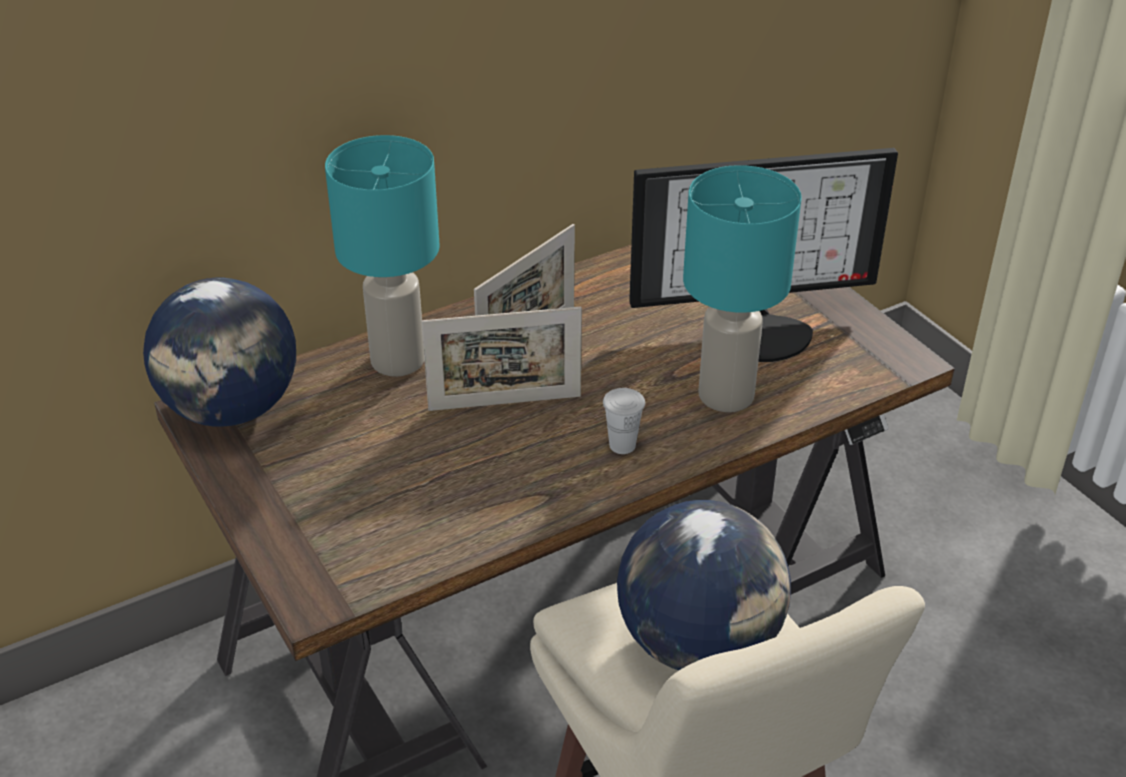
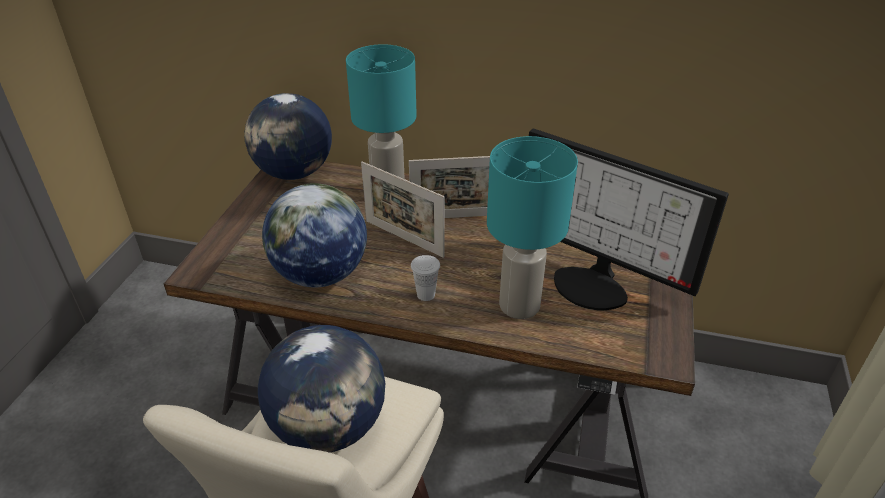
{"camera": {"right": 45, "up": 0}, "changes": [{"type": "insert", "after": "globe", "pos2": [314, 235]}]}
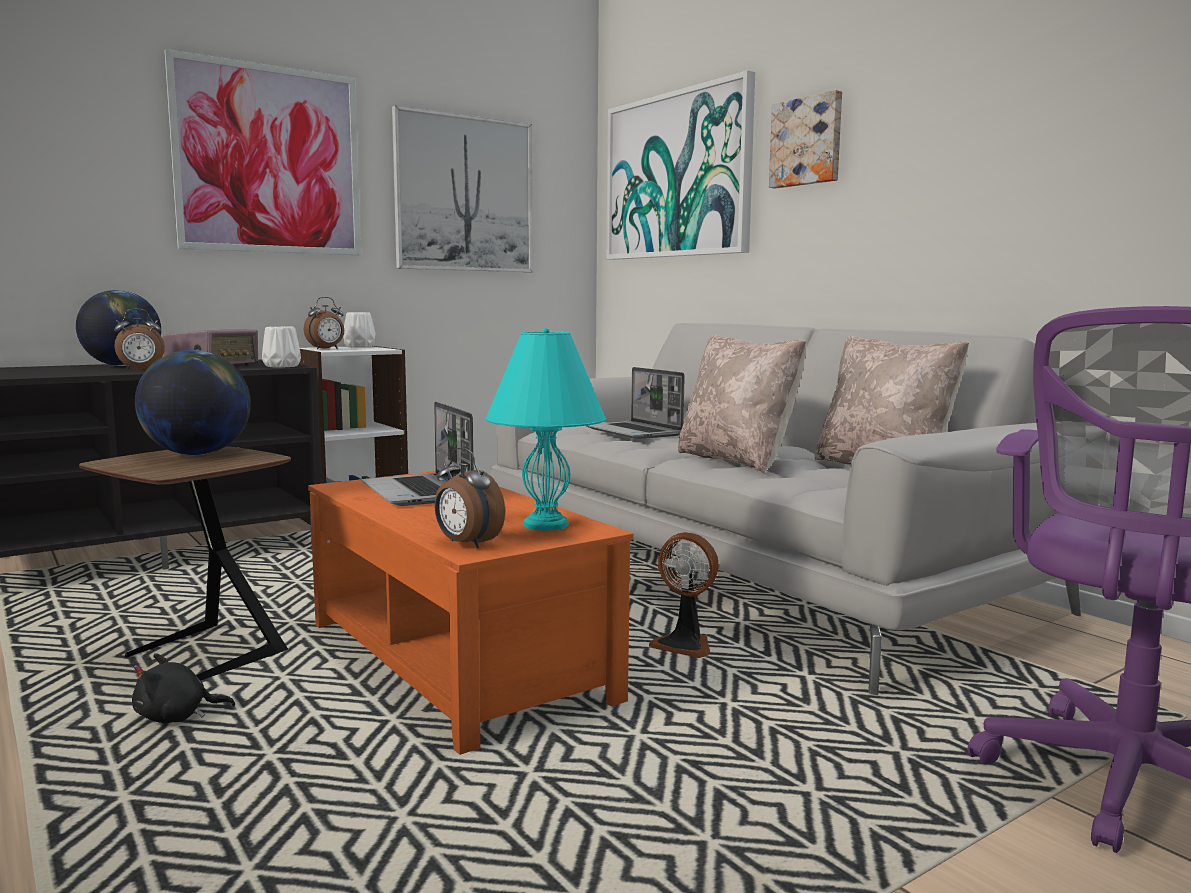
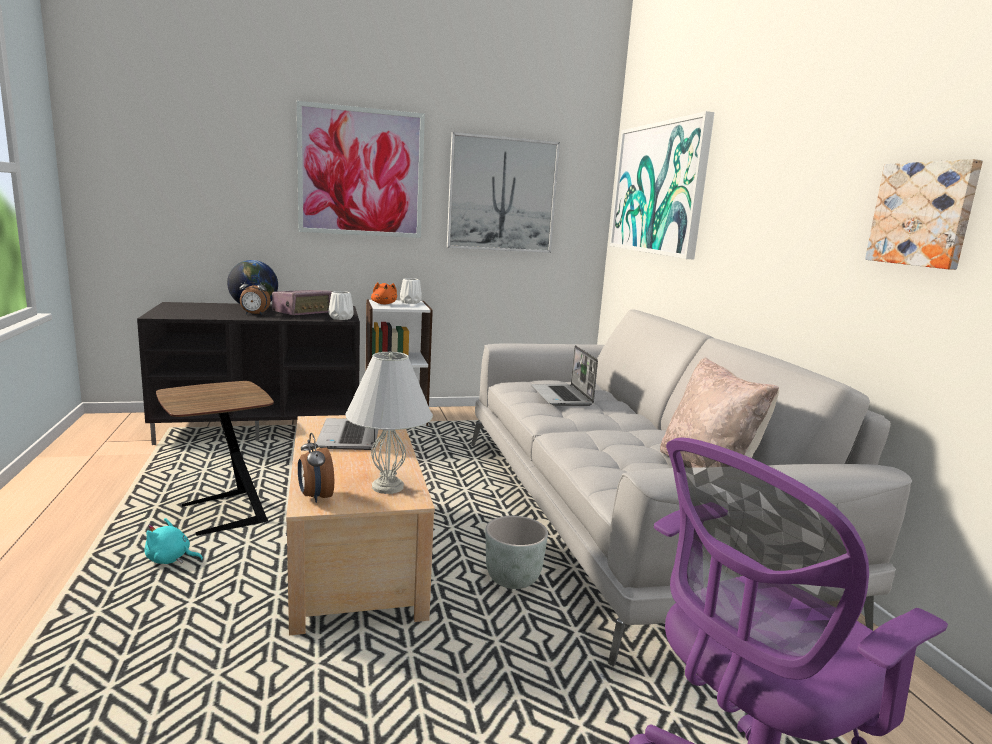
{"camera": {"right": 20, "up": 5}, "changes": [{"type": "delete", "before": "globe", "pos1": [193, 402]}, {"type": "delete", "before": "beige pillow", "pos1": [742, 403]}, {"type": "move", "before": "picture", "pos1": [805, 139], "pos2": [924, 214]}, {"type": "replace", "before": "alarm clock", "after": "orange plush toy", "pos1": [324, 323], "pos2": [384, 293]}, {"type": "replace", "before": "fan", "after": "grey planter", "pos1": [684, 595], "pos2": [517, 552]}, {"type": "recolor", "before": "black plush toy", "after": "turquoise plush toy", "pos1": [183, 688], "pos2": [173, 541]}, {"type": "recolor", "before": "orange coffee table", "after": "beige coffee table", "pos1": [471, 613], "pos2": [360, 525]}, {"type": "recolor", "before": "turquoise table lamp", "after": "white table lamp", "pos1": [546, 429], "pos2": [389, 423]}]}
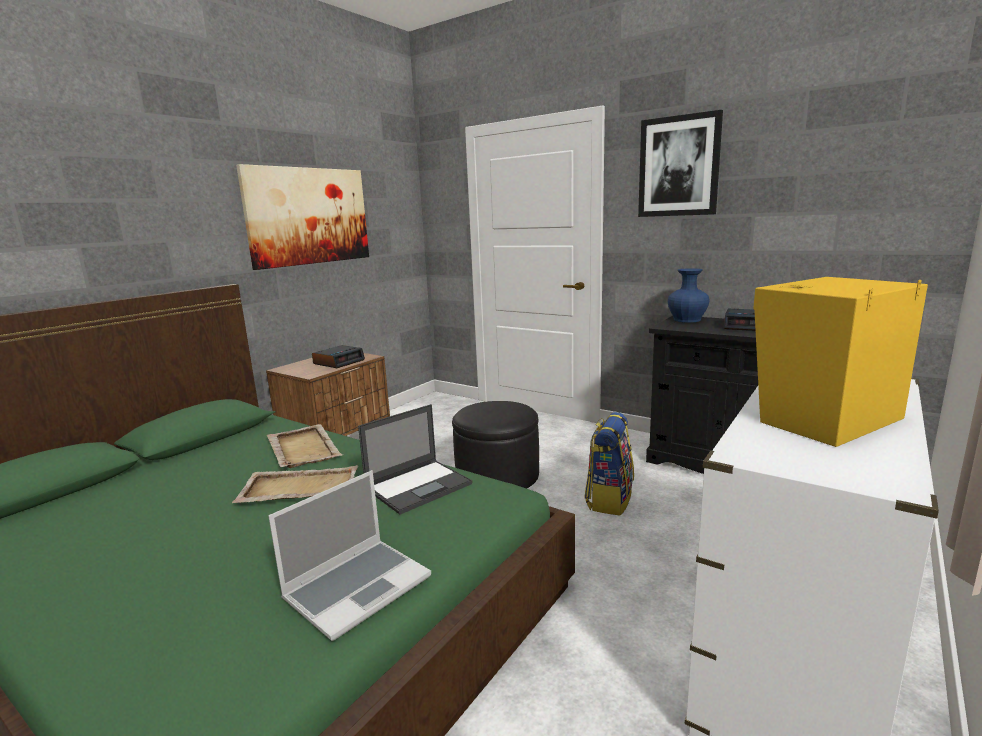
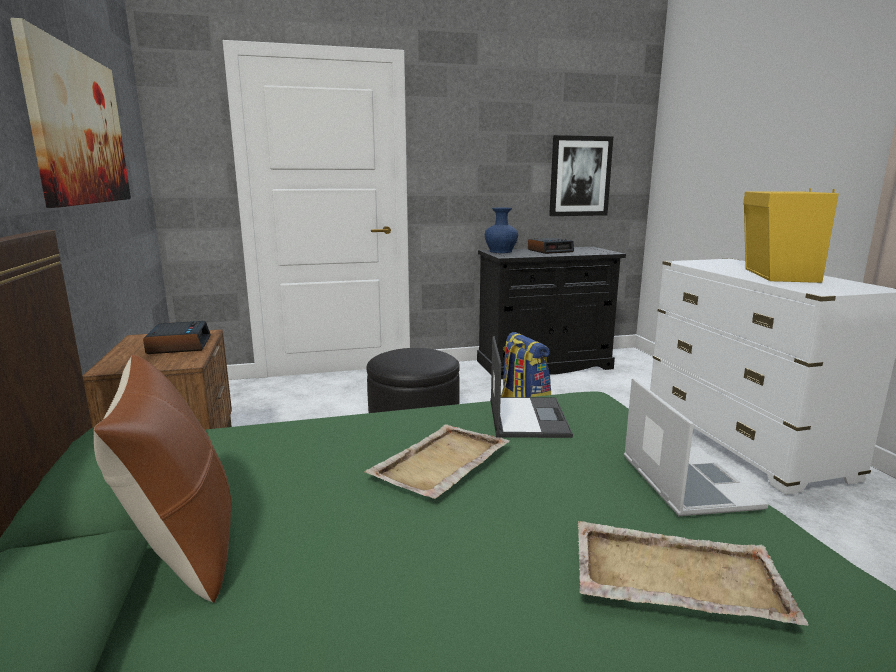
{"camera": {"right": -50, "up": 0}, "changes": [{"type": "insert", "after": "brown pillow", "pos2": [163, 479]}, {"type": "move", "before": "beige tray", "pos1": [305, 446], "pos2": [693, 573]}, {"type": "move", "before": "picture", "pos1": [680, 163], "pos2": [581, 175]}]}
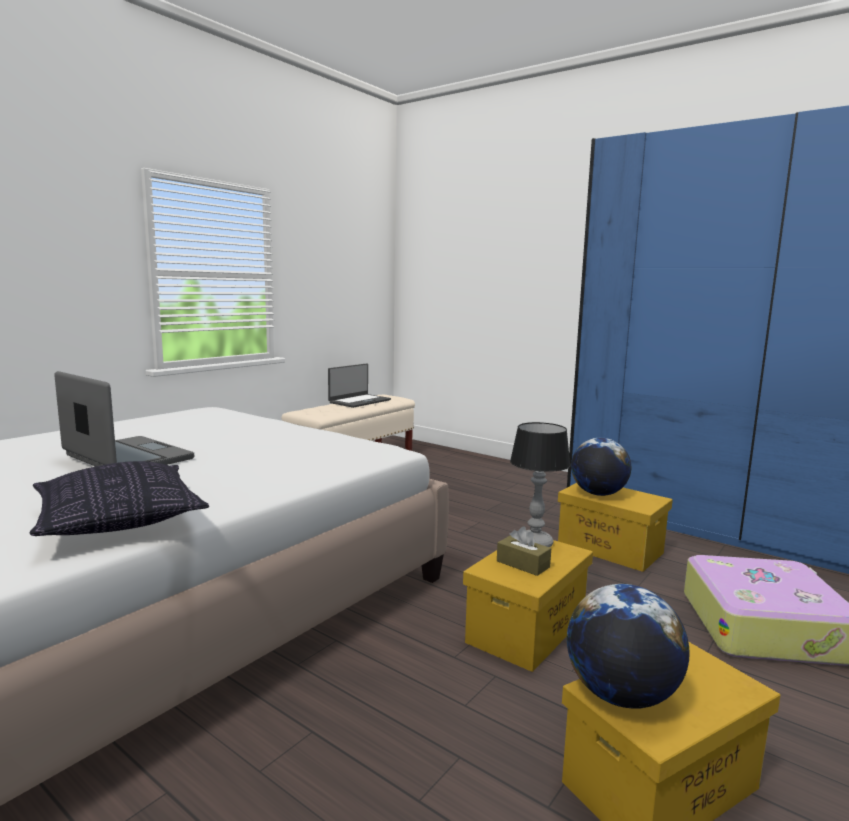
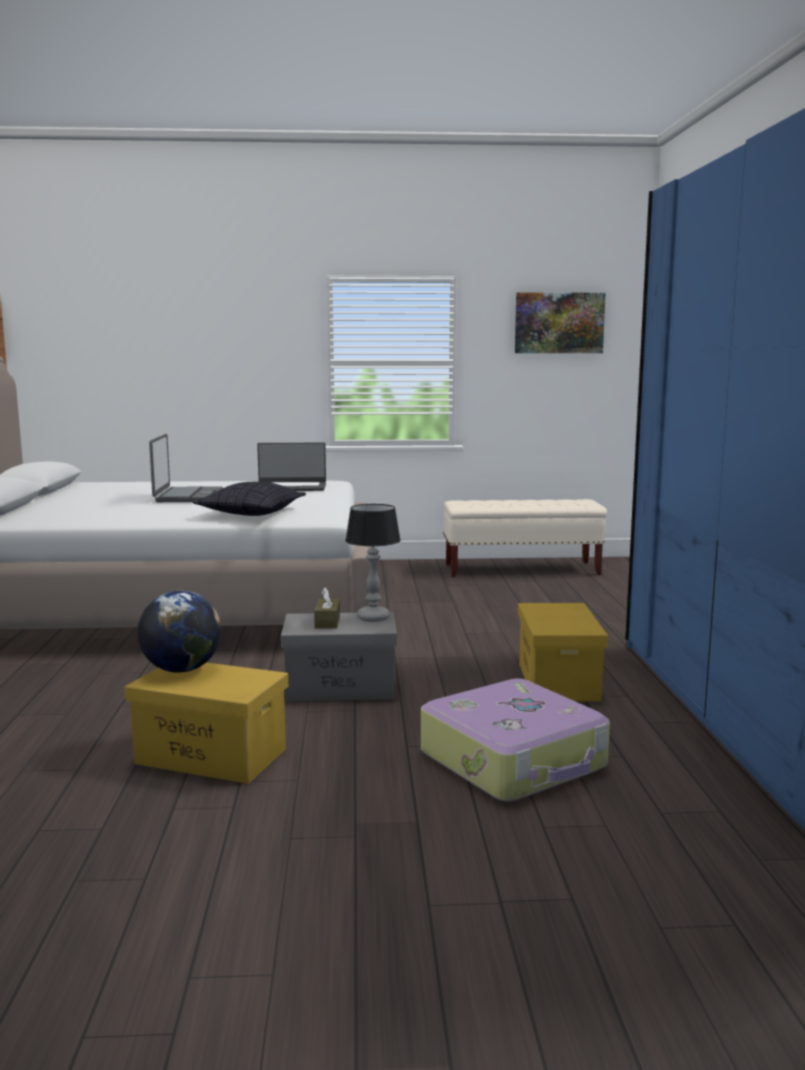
{"camera": {"right": 50, "up": 0}, "changes": [{"type": "delete", "before": "globe", "pos1": [601, 467]}, {"type": "insert", "after": "picture", "pos2": [560, 322]}, {"type": "move", "before": "pillow", "pos1": [119, 498], "pos2": [249, 498]}, {"type": "move", "before": "laptop", "pos1": [359, 385], "pos2": [291, 467]}, {"type": "recolor", "before": "yellow storage box", "after": "grey storage box", "pos1": [528, 606], "pos2": [339, 656]}]}
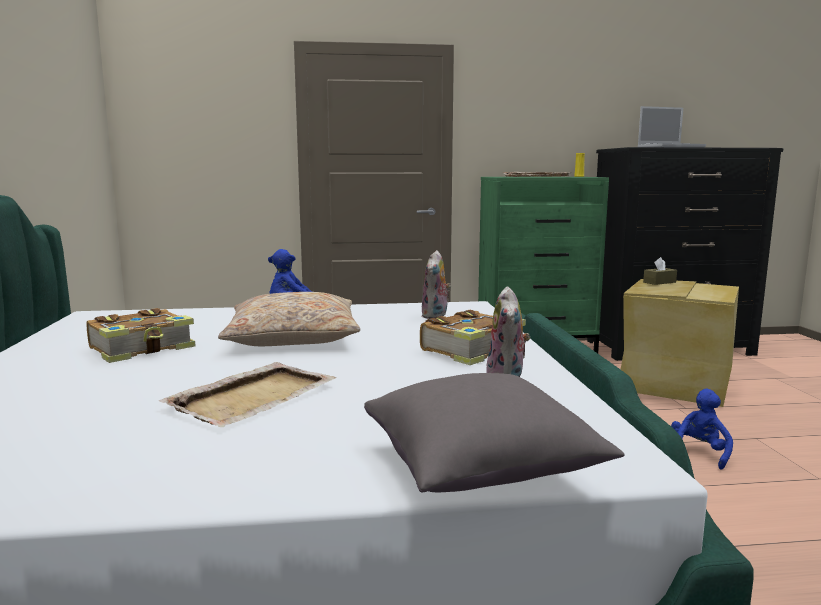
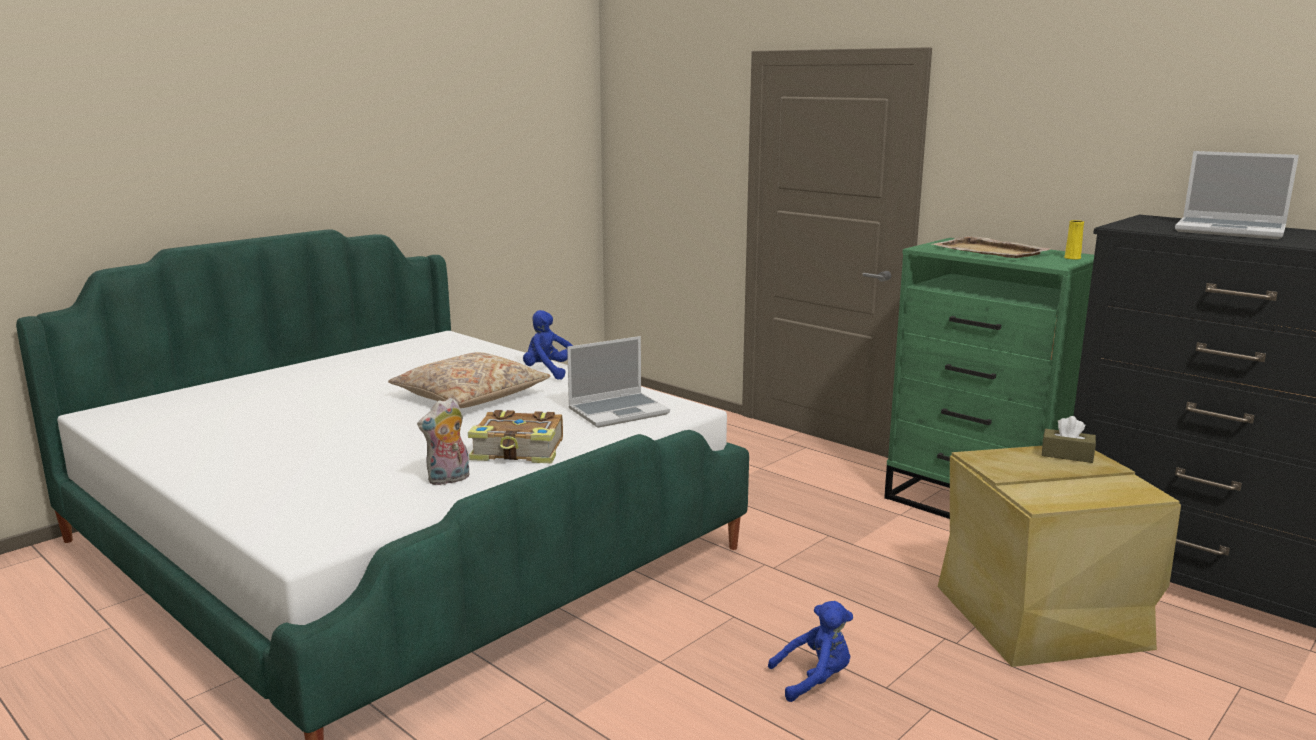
{"camera": {"right": 50, "up": 5}, "changes": [{"type": "delete", "before": "book", "pos1": [140, 335]}, {"type": "delete", "before": "beige tray", "pos1": [247, 394]}, {"type": "delete", "before": "grey pillow", "pos1": [494, 433]}, {"type": "replace", "before": "plush toy", "after": "laptop", "pos1": [436, 284], "pos2": [618, 382]}]}
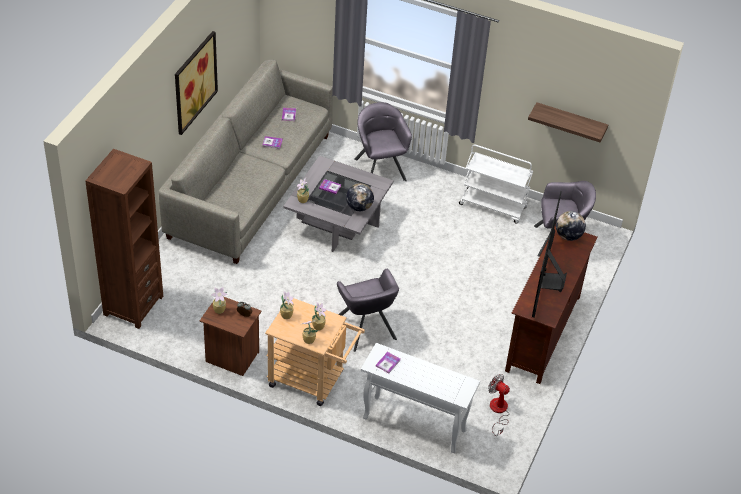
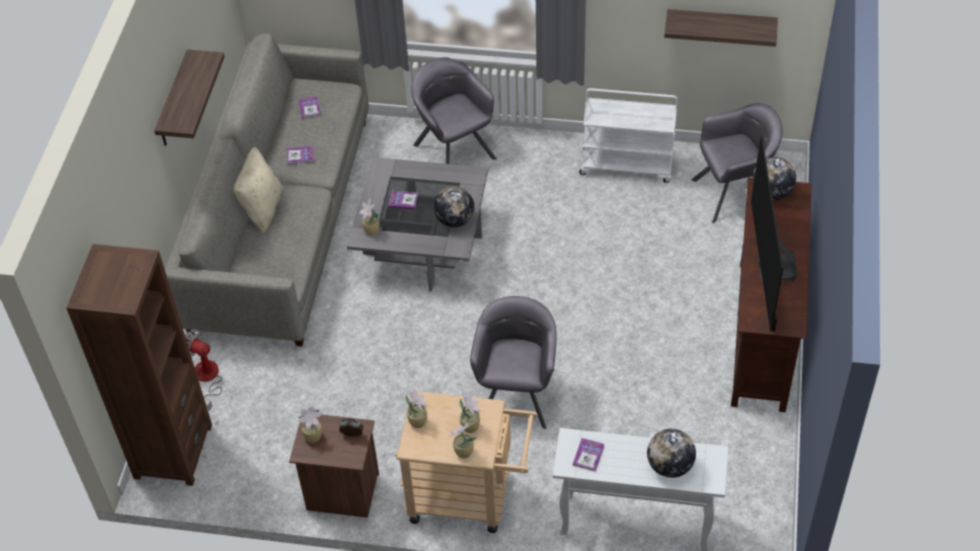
{"camera": {"right": -10, "up": 5}, "changes": [{"type": "insert", "after": "beige pillow", "pos2": [259, 190]}, {"type": "insert", "after": "globe", "pos2": [671, 453]}, {"type": "move", "before": "fan", "pos1": [499, 405], "pos2": [203, 370]}, {"type": "replace", "before": "picture", "after": "shelf", "pos1": [196, 83], "pos2": [189, 97]}, {"type": "rotate", "before": "grey armchair", "pos1": [368, 310], "pos2": [513, 362], "turn": -135}]}
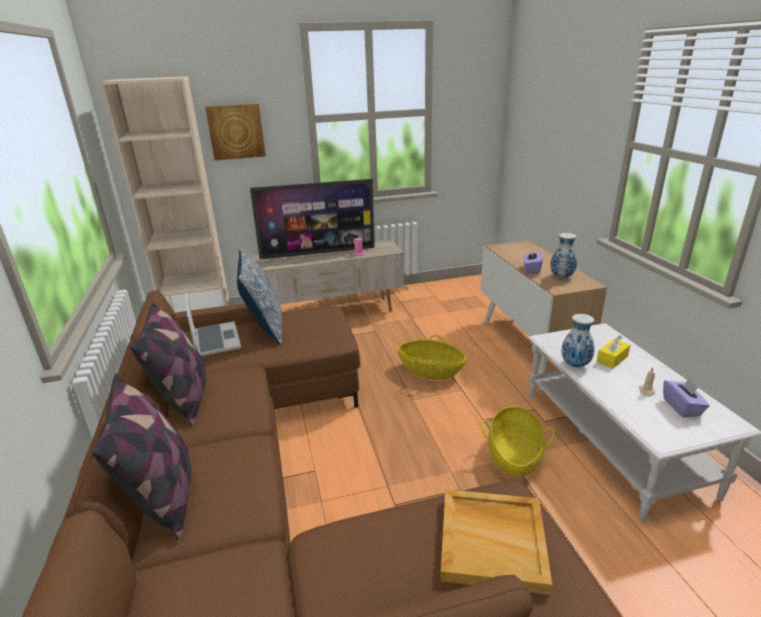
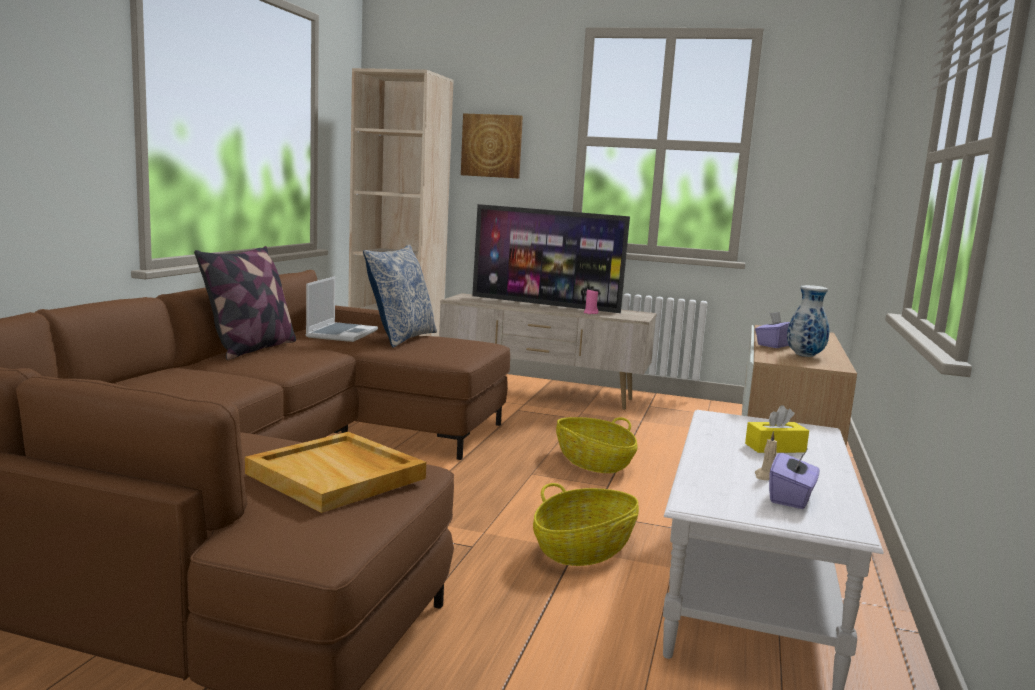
{"camera": {"right": 30, "up": -15}, "changes": [{"type": "delete", "before": "pillow", "pos1": [141, 456]}, {"type": "delete", "before": "vase", "pos1": [578, 340]}]}
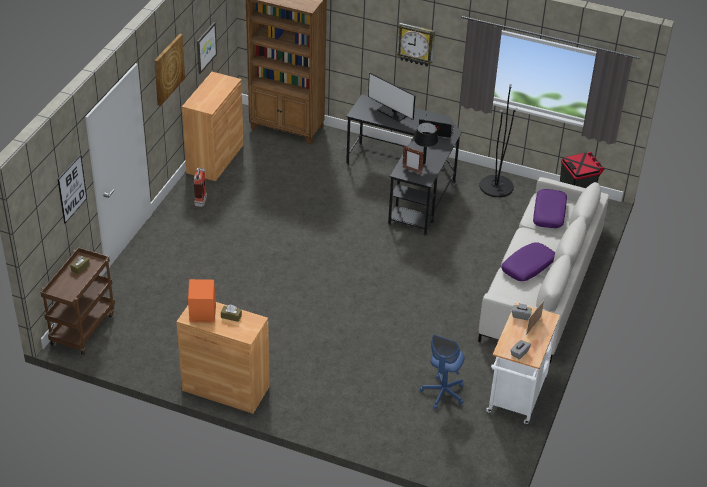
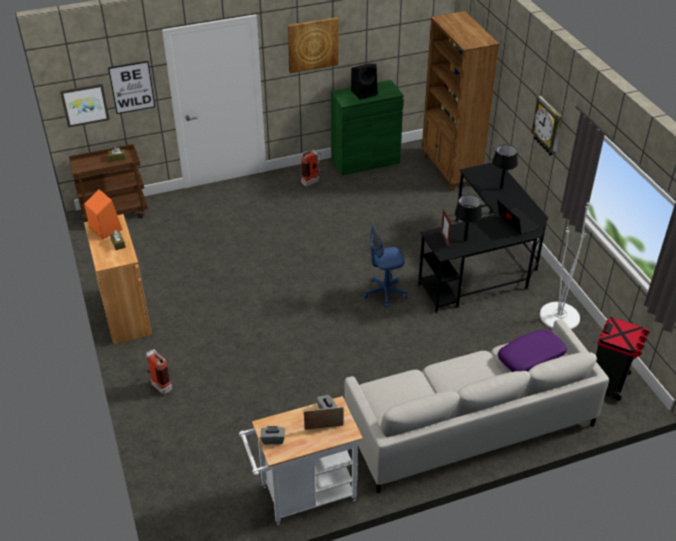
{"camera": {"right": 50, "up": 0}, "changes": [{"type": "delete", "before": "purple pillow", "pos1": [528, 261]}, {"type": "insert", "after": "fire extinguisher", "pos2": [159, 371]}, {"type": "insert", "after": "black speaker", "pos2": [364, 81]}, {"type": "move", "before": "picture", "pos1": [207, 48], "pos2": [85, 106]}, {"type": "move", "before": "blue office chair", "pos1": [442, 372], "pos2": [385, 264]}, {"type": "replace", "before": "monitor", "after": "black table lamp", "pos1": [392, 97], "pos2": [505, 167]}, {"type": "recolor", "before": "brown cabinet", "after": "green cabinet", "pos1": [213, 126], "pos2": [367, 127]}, {"type": "recolor", "before": "black floor lamp", "after": "white floor lamp", "pos1": [498, 140], "pos2": [564, 265]}]}
